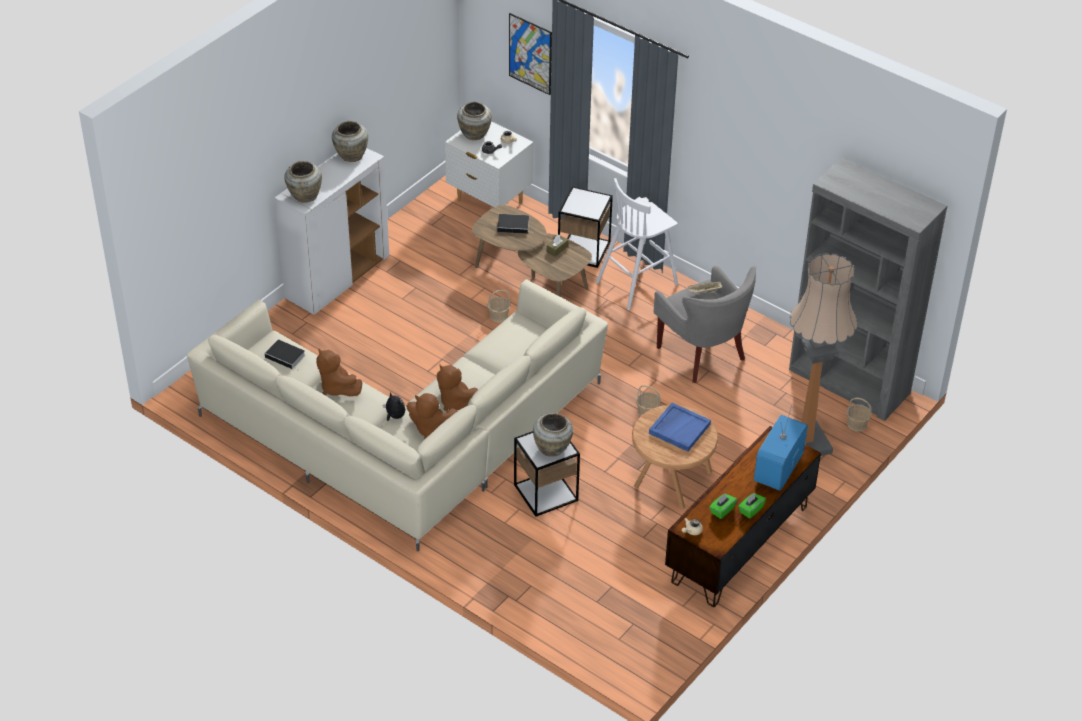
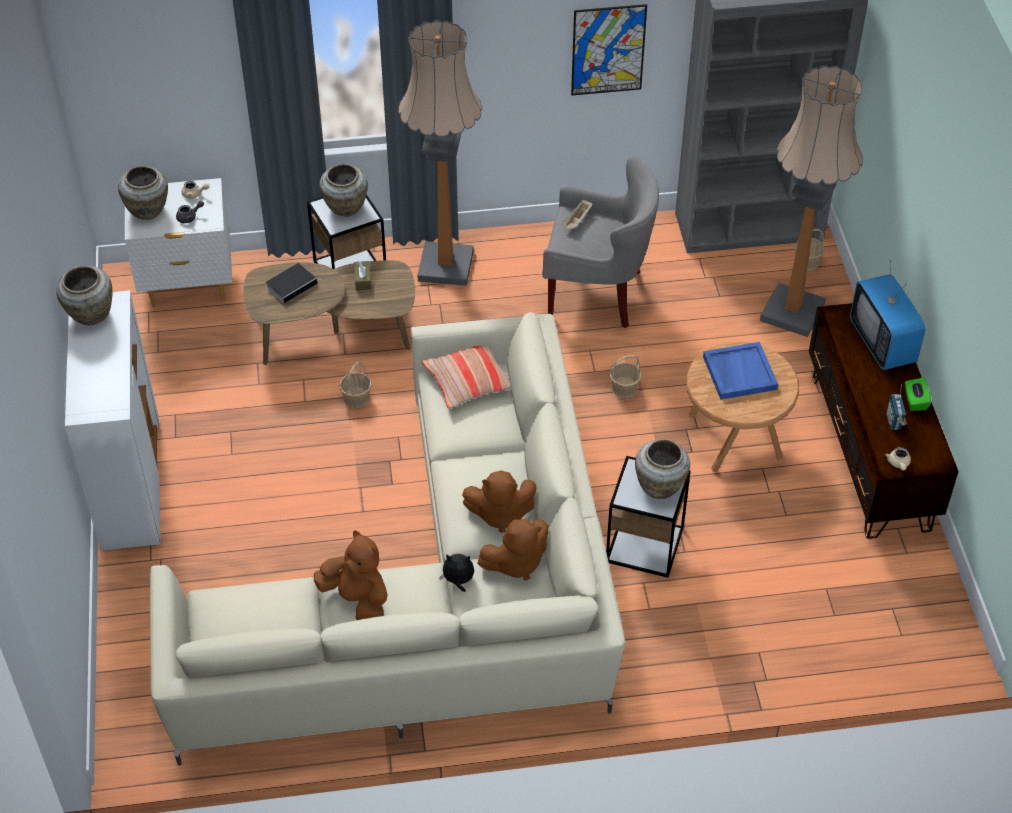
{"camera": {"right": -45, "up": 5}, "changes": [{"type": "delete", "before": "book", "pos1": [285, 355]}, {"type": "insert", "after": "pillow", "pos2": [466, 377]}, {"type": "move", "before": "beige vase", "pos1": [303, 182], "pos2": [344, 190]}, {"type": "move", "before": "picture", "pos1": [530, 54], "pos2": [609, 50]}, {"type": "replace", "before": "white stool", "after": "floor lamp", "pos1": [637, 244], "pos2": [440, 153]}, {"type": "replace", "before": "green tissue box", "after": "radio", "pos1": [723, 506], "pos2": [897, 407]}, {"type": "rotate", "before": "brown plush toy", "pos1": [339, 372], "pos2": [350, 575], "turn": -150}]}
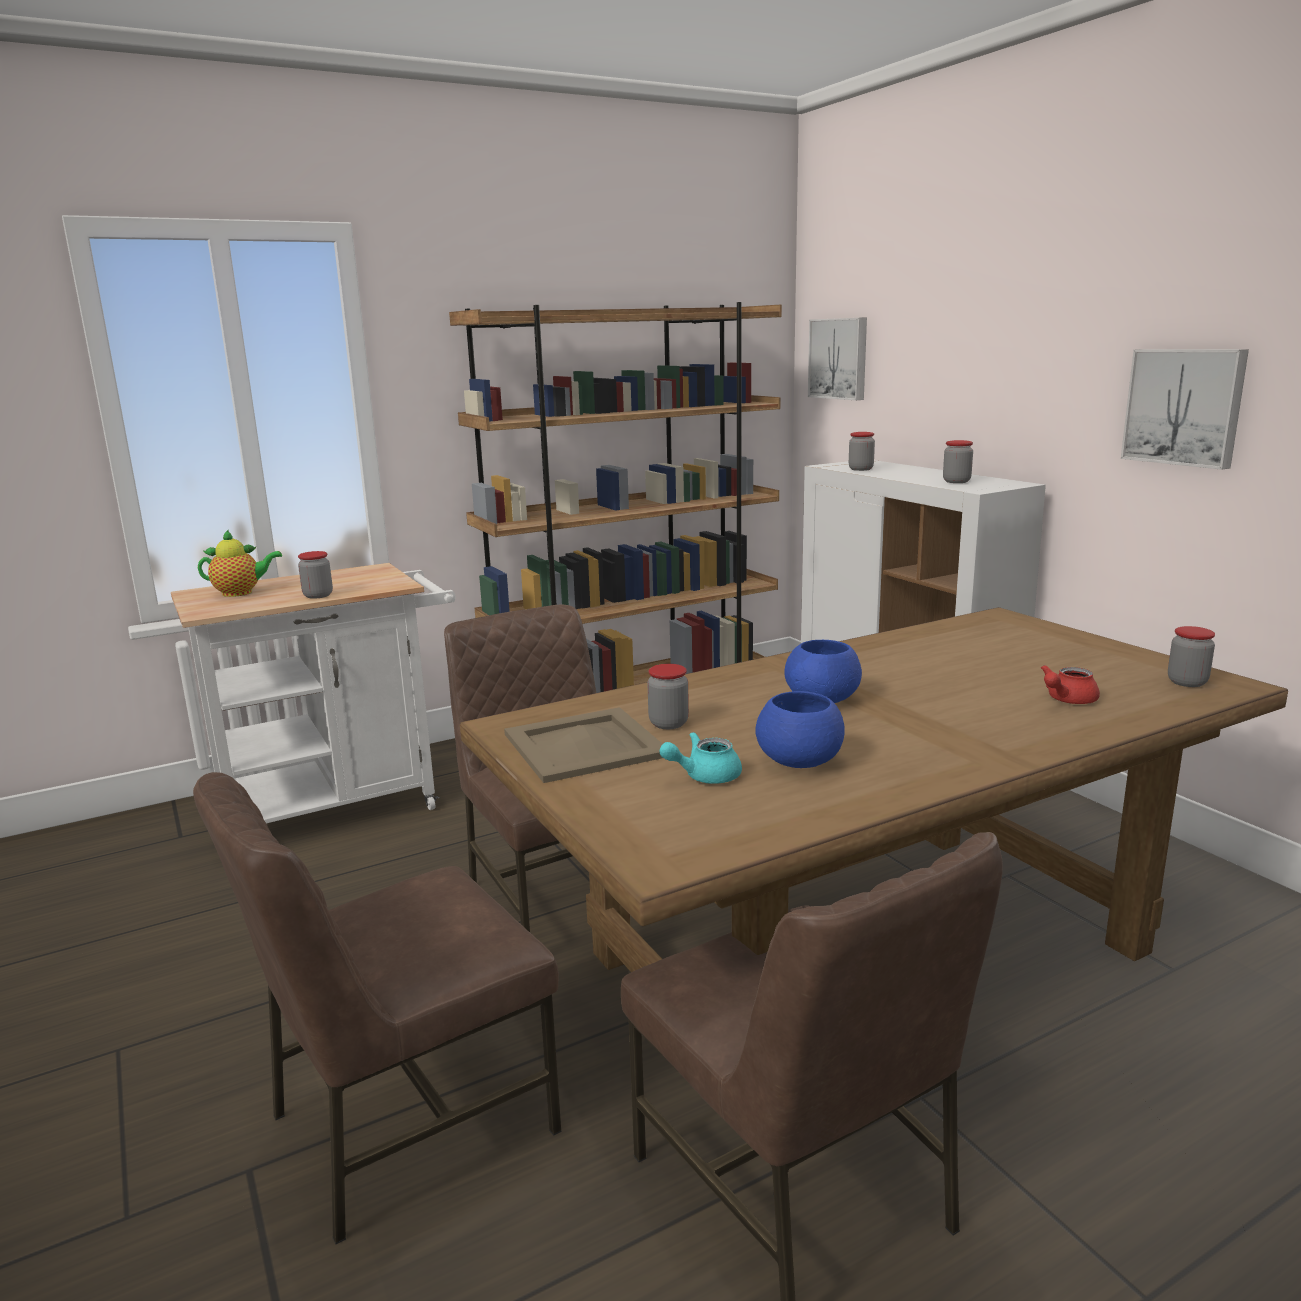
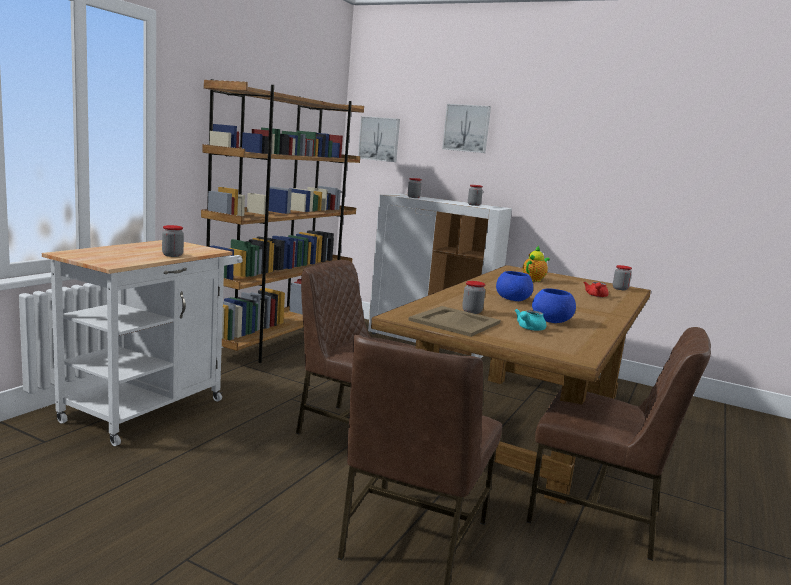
{"camera": {"right": -35, "up": -5}, "changes": [{"type": "move", "before": "teapot", "pos1": [240, 563], "pos2": [536, 264]}, {"type": "move", "before": "picture", "pos1": [1185, 409], "pos2": [466, 128]}]}
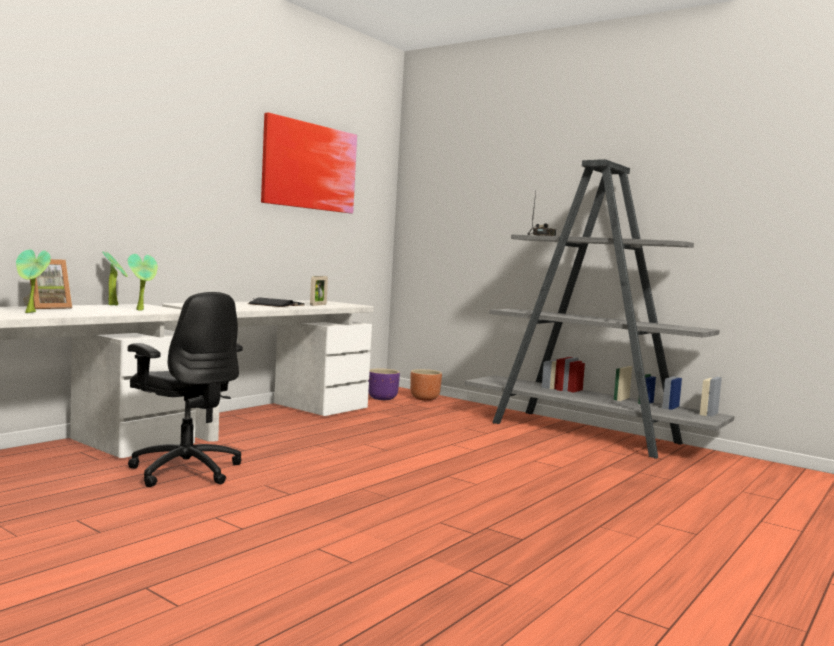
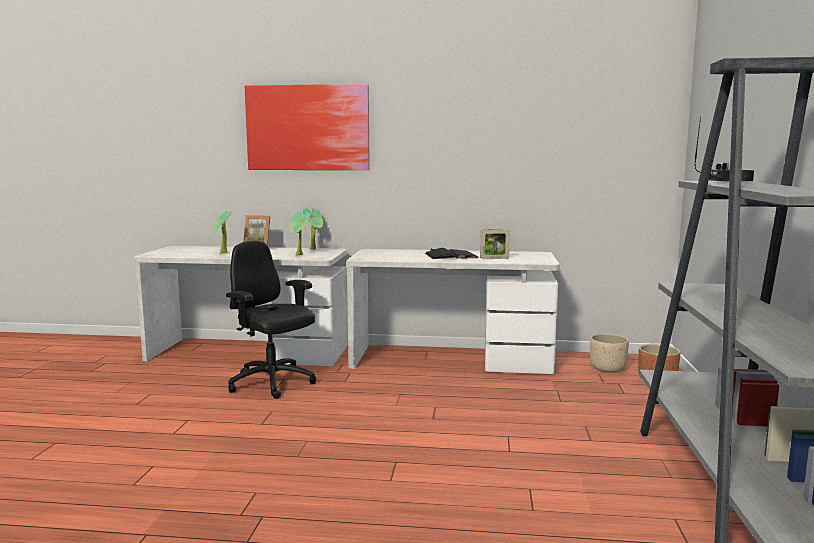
{"camera": {"right": 60, "up": 5}, "changes": [{"type": "move", "before": "picture", "pos1": [309, 163], "pos2": [307, 127]}, {"type": "recolor", "before": "purple planter", "after": "beige planter", "pos1": [384, 384], "pos2": [609, 353]}, {"type": "rotate", "before": "black office chair", "pos1": [185, 389], "pos2": [271, 320], "turn": 120}]}
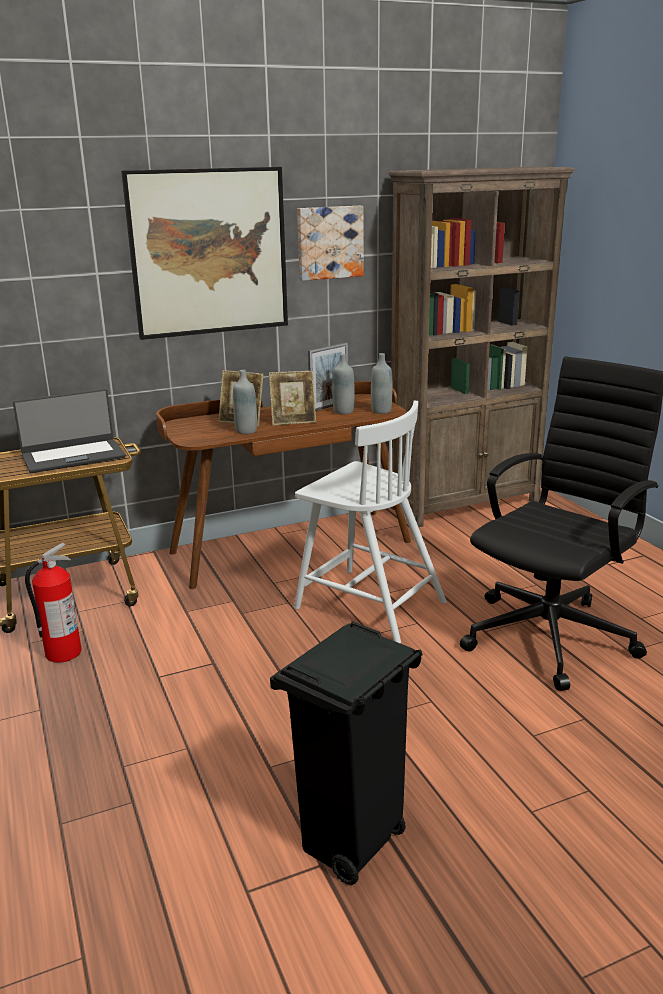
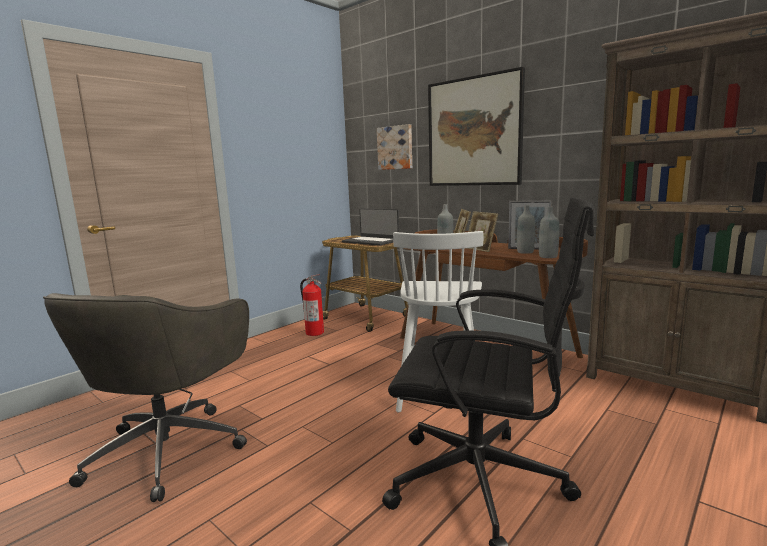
{"camera": {"right": 65, "up": -10}, "changes": [{"type": "move", "before": "picture", "pos1": [330, 243], "pos2": [394, 147]}, {"type": "replace", "before": "black trash can", "after": "grey office chair", "pos1": [346, 753], "pos2": [146, 397]}]}
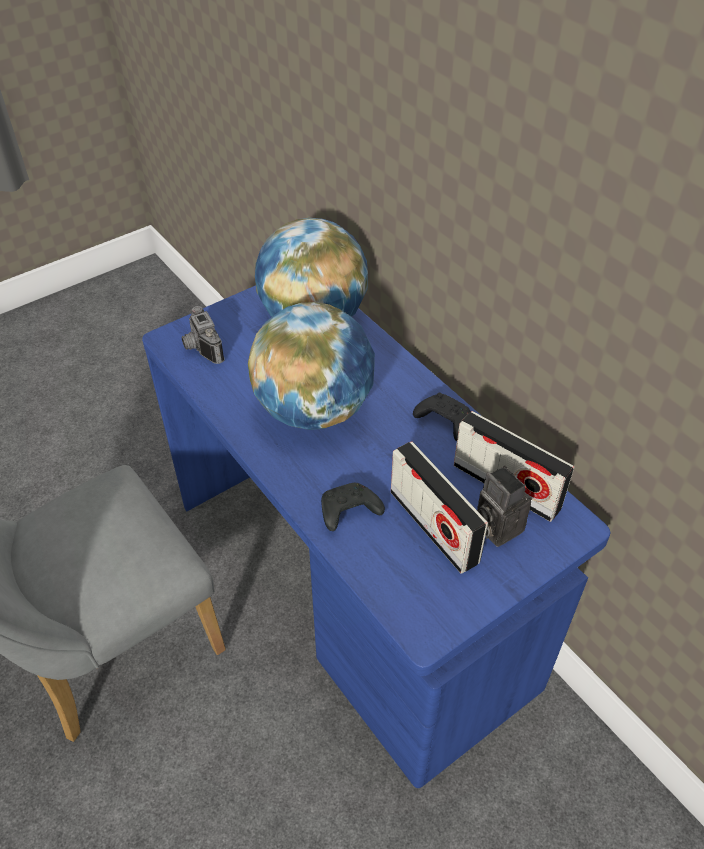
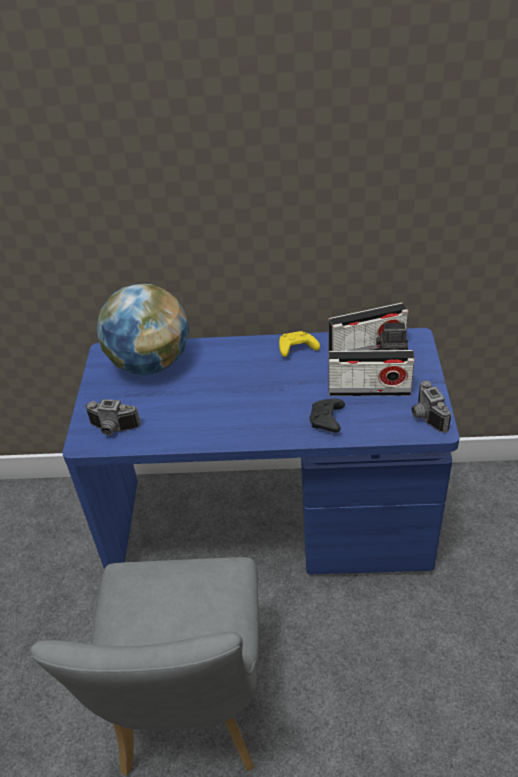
{"camera": {"right": -50, "up": -5}, "changes": [{"type": "delete", "before": "globe", "pos1": [311, 366]}, {"type": "insert", "after": "photo camera", "pos2": [431, 407]}, {"type": "recolor", "before": "black game controller", "after": "yellow game controller", "pos1": [442, 417], "pos2": [299, 344]}]}
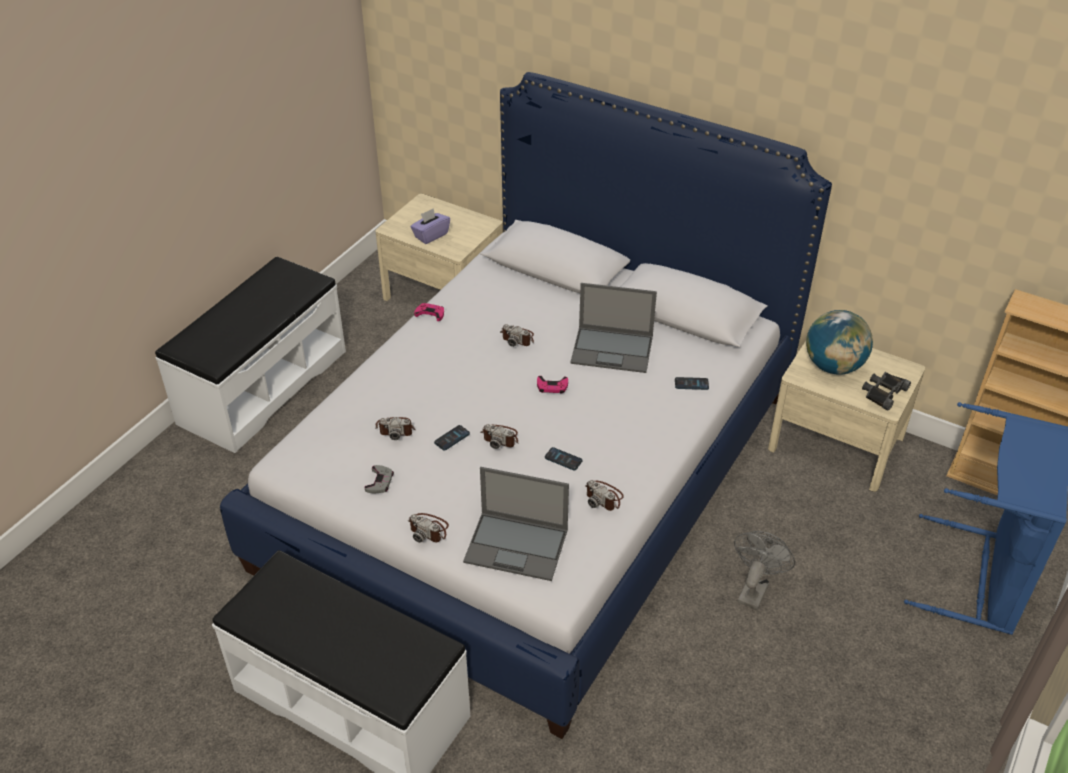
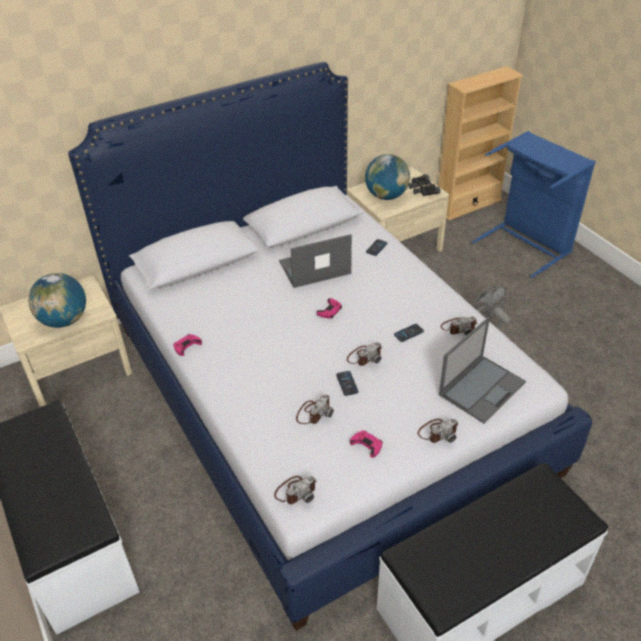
{"camera": {"right": -60, "up": 0}, "changes": [{"type": "move", "before": "photo camera", "pos1": [517, 335], "pos2": [295, 490]}, {"type": "replace", "before": "purple tissue box", "after": "globe", "pos1": [430, 226], "pos2": [57, 300]}, {"type": "recolor", "before": "grey game controller", "after": "pink game controller", "pos1": [379, 479], "pos2": [366, 444]}, {"type": "rotate", "before": "laptop", "pos1": [613, 328], "pos2": [315, 261], "turn": -150}]}
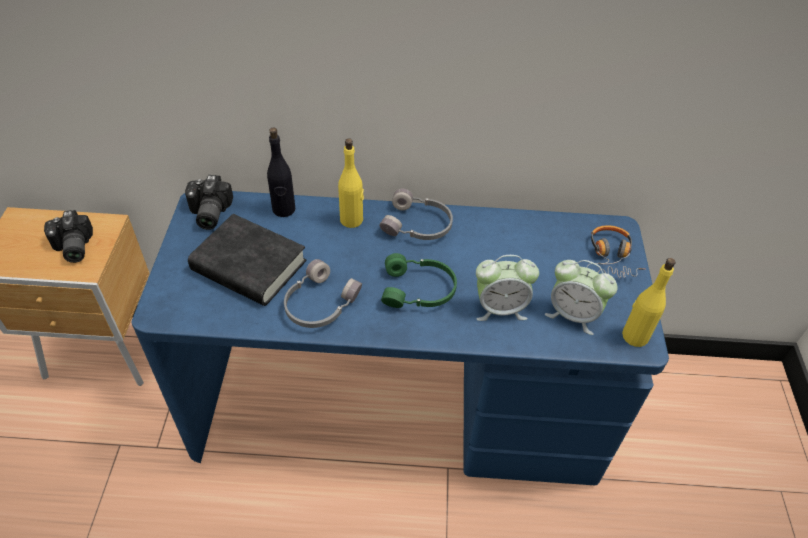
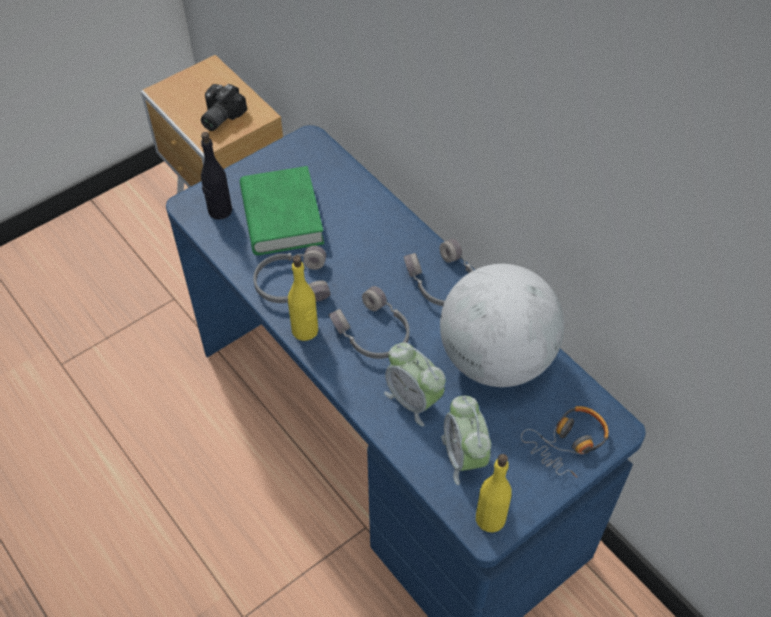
{"camera": {"right": 50, "up": 5}, "changes": [{"type": "delete", "before": "photo camera", "pos1": [209, 202]}, {"type": "insert", "after": "globe", "pos2": [502, 325]}, {"type": "move", "before": "black bottle", "pos1": [281, 172], "pos2": [216, 176]}, {"type": "move", "before": "yellow bottle", "pos1": [351, 183], "pos2": [303, 298]}, {"type": "recolor", "before": "black book", "after": "green book", "pos1": [247, 260], "pos2": [282, 210]}, {"type": "recolor", "before": "green headphones", "after": "grey headphones", "pos1": [419, 280], "pos2": [369, 322]}]}
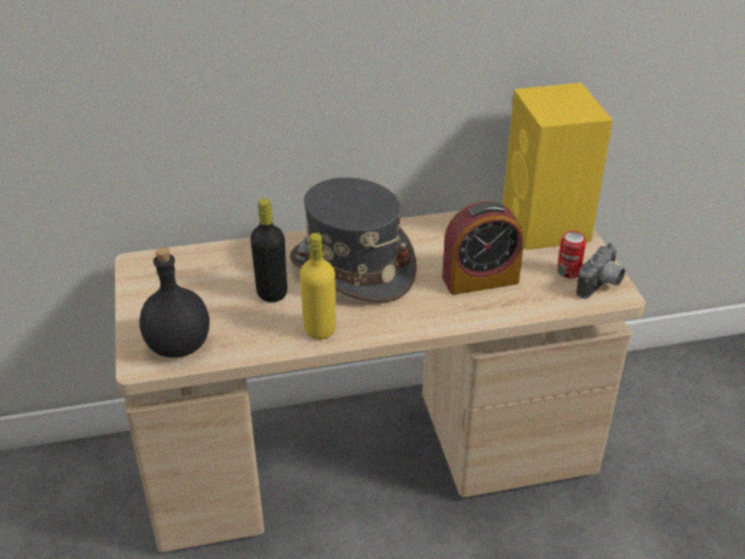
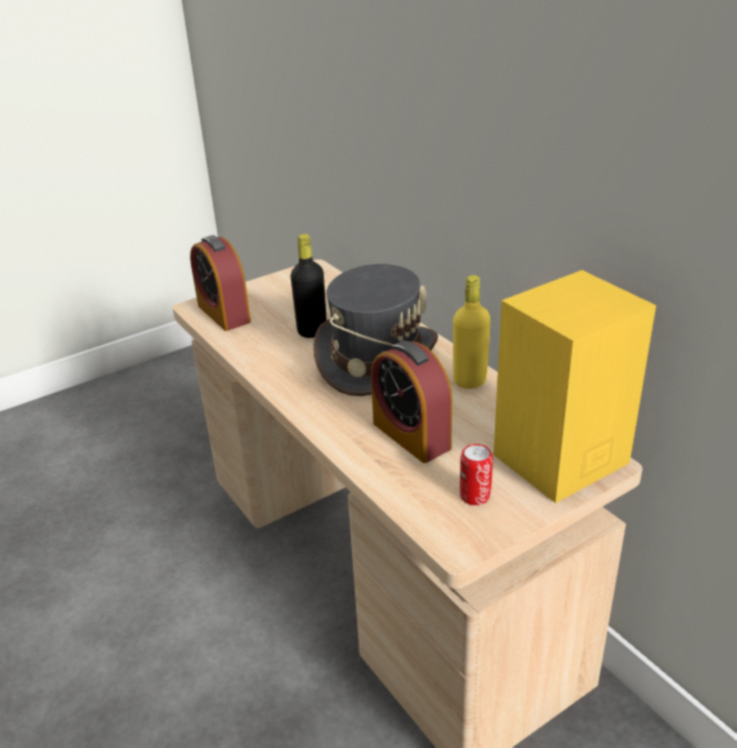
{"camera": {"right": 70, "up": -5}, "changes": [{"type": "delete", "before": "photo camera", "pos1": [600, 271]}, {"type": "move", "before": "yellow bottle", "pos1": [318, 286], "pos2": [472, 332]}, {"type": "replace", "before": "black bottle", "after": "alarm clock", "pos1": [174, 302], "pos2": [220, 283]}]}
